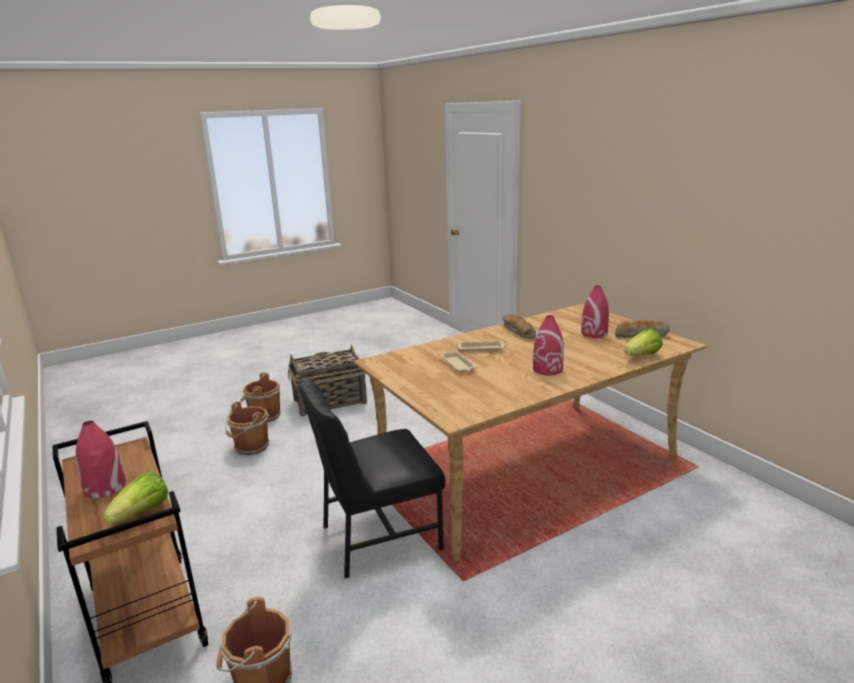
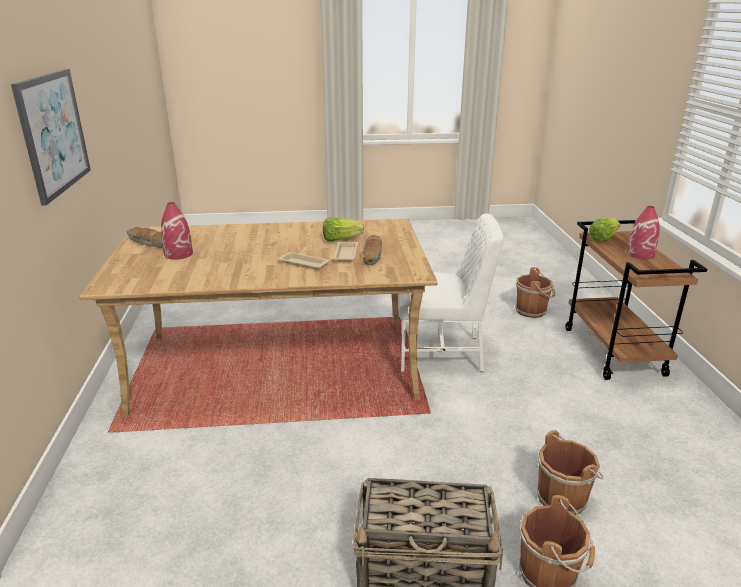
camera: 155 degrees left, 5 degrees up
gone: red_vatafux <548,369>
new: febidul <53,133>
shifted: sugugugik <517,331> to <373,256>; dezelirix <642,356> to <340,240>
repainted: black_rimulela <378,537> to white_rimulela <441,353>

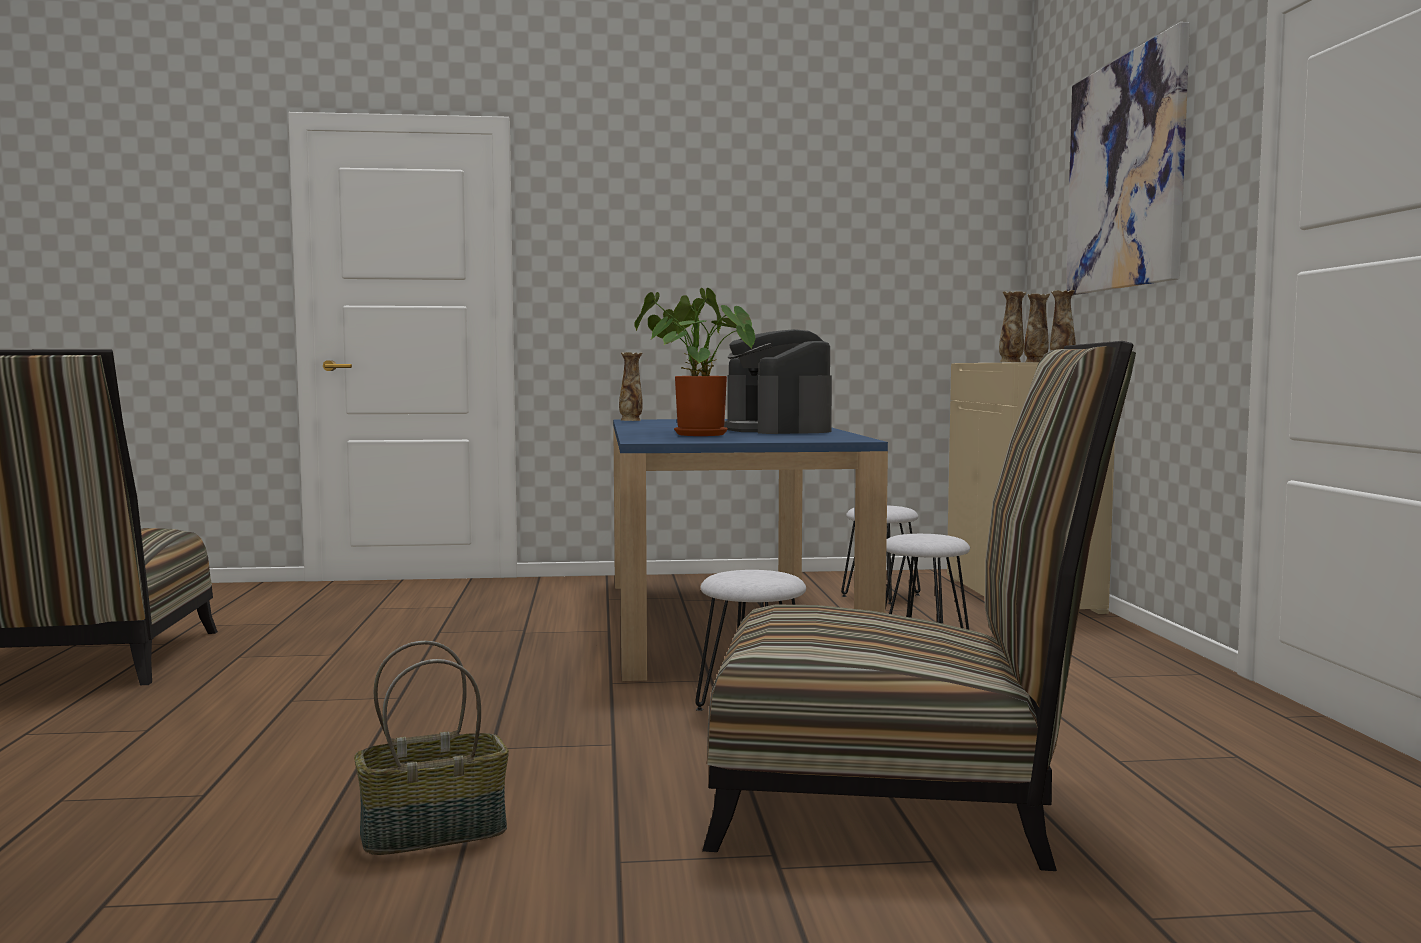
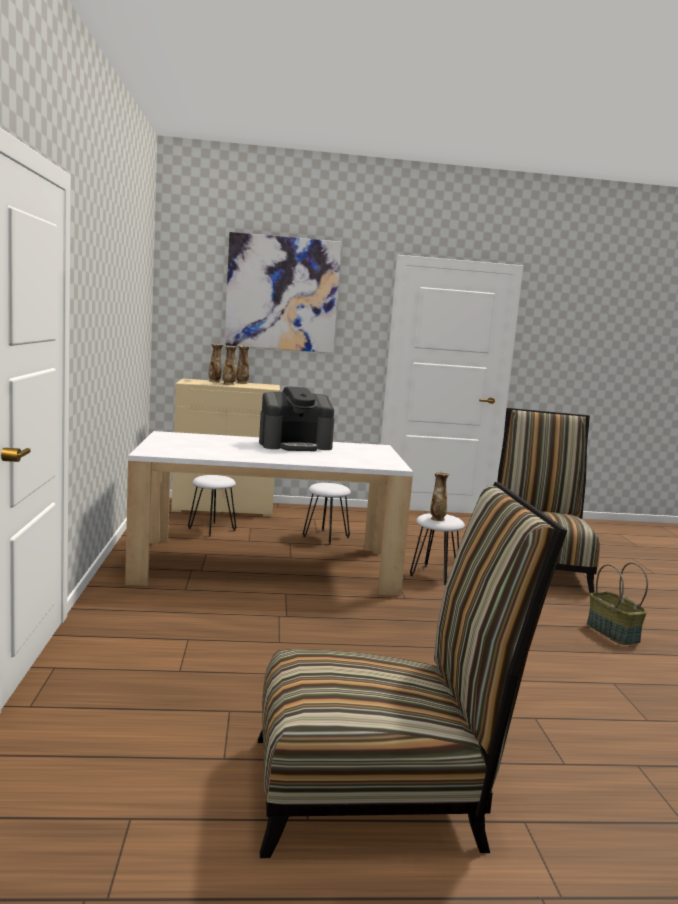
camera: 90 degrees left, 5 degrees up
gone: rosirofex <694,434>
shifted: vatafux <631,420> to <437,519>
repainted: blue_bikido <727,620> to white_bikido <266,565>

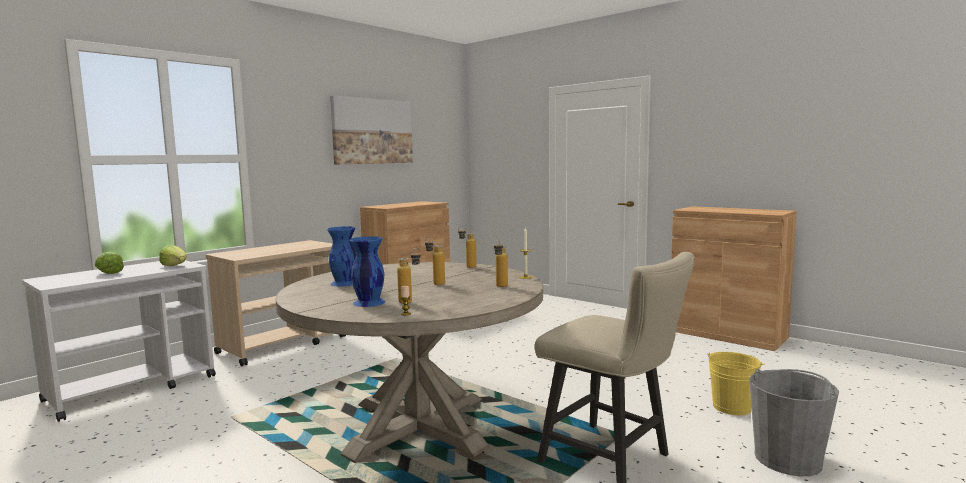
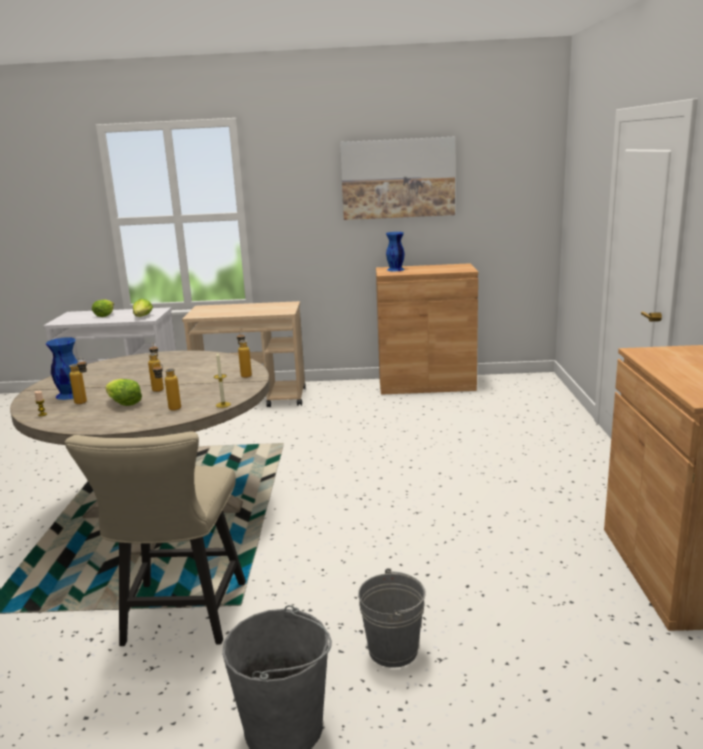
camera: 50 degrees right, 10 degrees up
new: dezelirix <123,403>
shifted: blue_vatafux <344,283> to <395,269>
repainted: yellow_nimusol <732,407> to grey_nimusol <393,650>

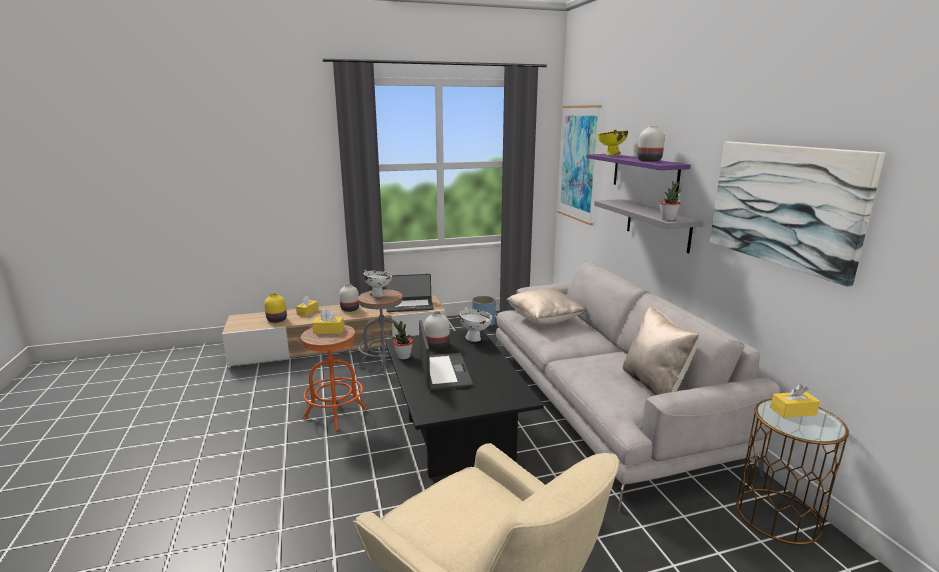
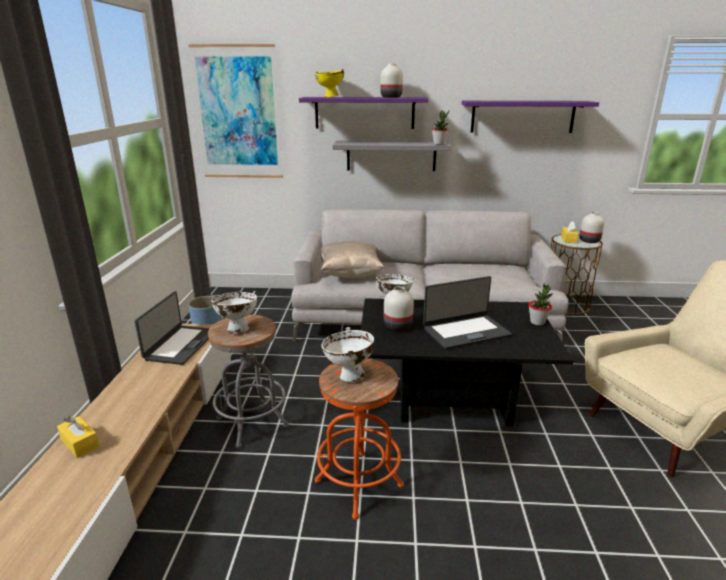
camera: 70 degrees left, 5 degrees up
gone: yellow_vatafux <277,320>; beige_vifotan <654,385>
shifted: white_vatafux <350,309> to <589,240>; rosirofex <403,356> to <537,322>
swapped: febidul <784,205> to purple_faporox <522,116>; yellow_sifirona <328,330> to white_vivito <348,376>
rotated: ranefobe <444,372> = <465,331> 150 degrees clockwise

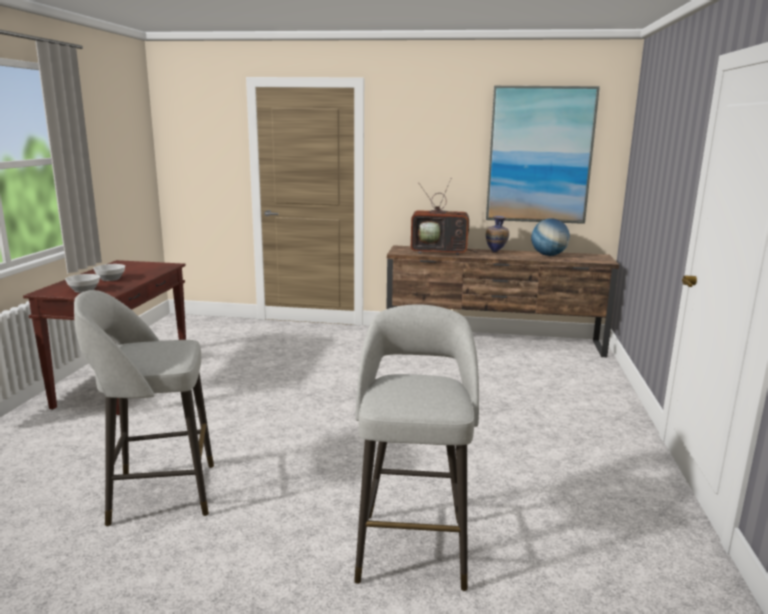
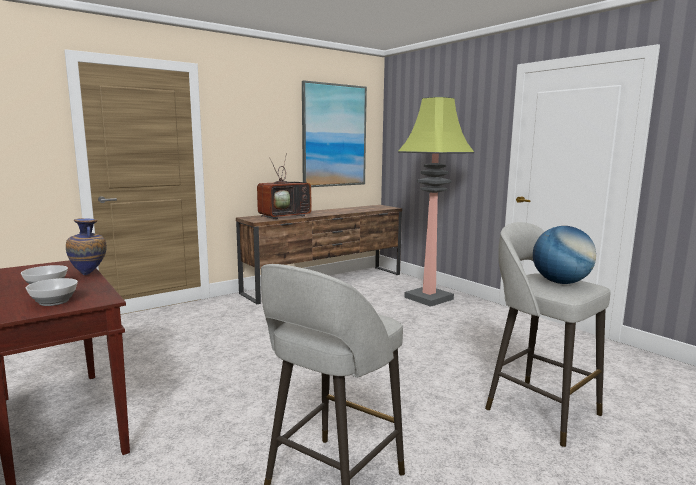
camera: 45 degrees left, 5 degrees down
new: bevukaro <429,298>
shifted: vatafux <496,252> to <89,274>; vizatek <548,255> to <560,282>

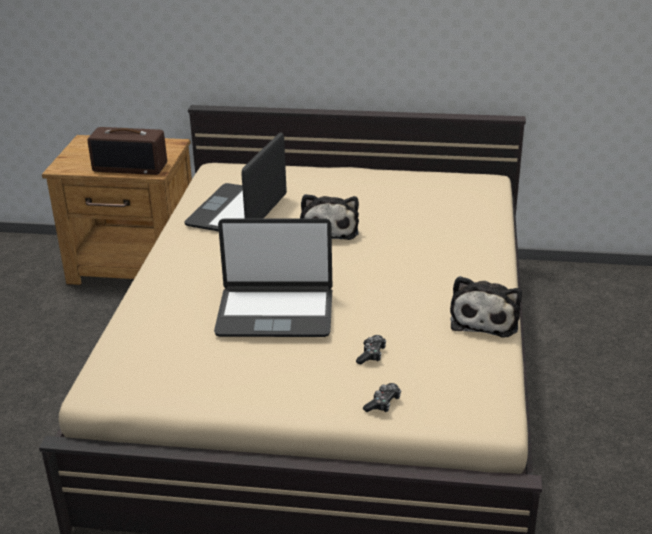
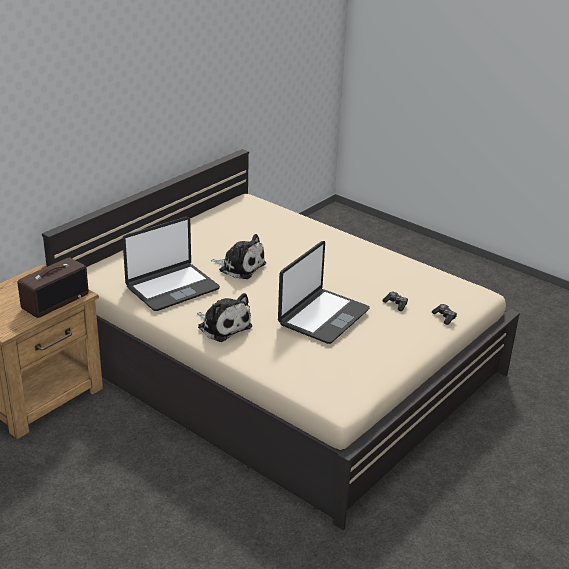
camera: 60 degrees left, 0 degrees up
shifted: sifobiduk <485,319> to <223,326>
rotated: ranefobe <238,211> = <172,288> 90 degrees counterclockwise

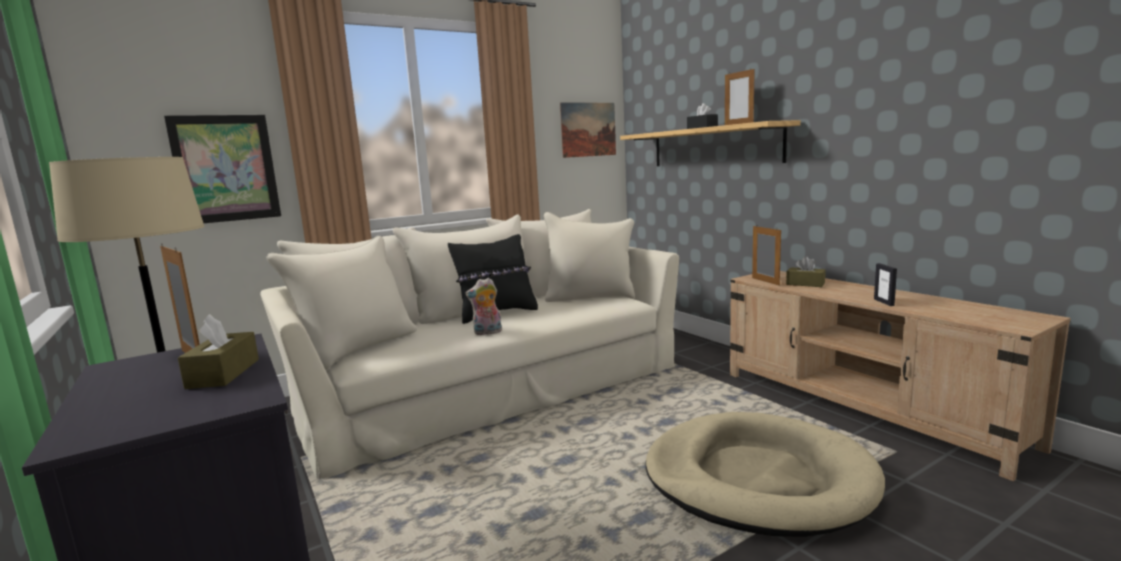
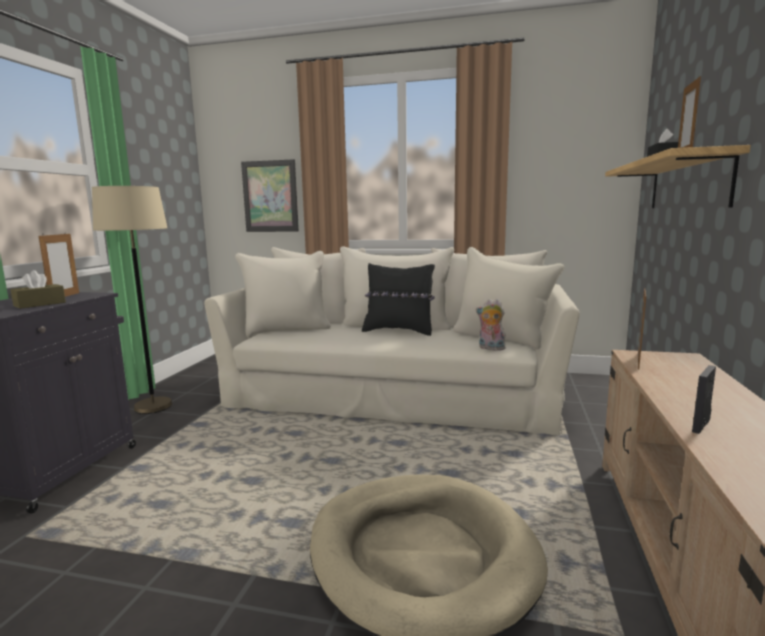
camera: 45 degrees right, 0 degrees up
gone: febidul <588,129>; brown_sifirona <805,284>
shifted: sifobiduk <487,332> to <490,348>

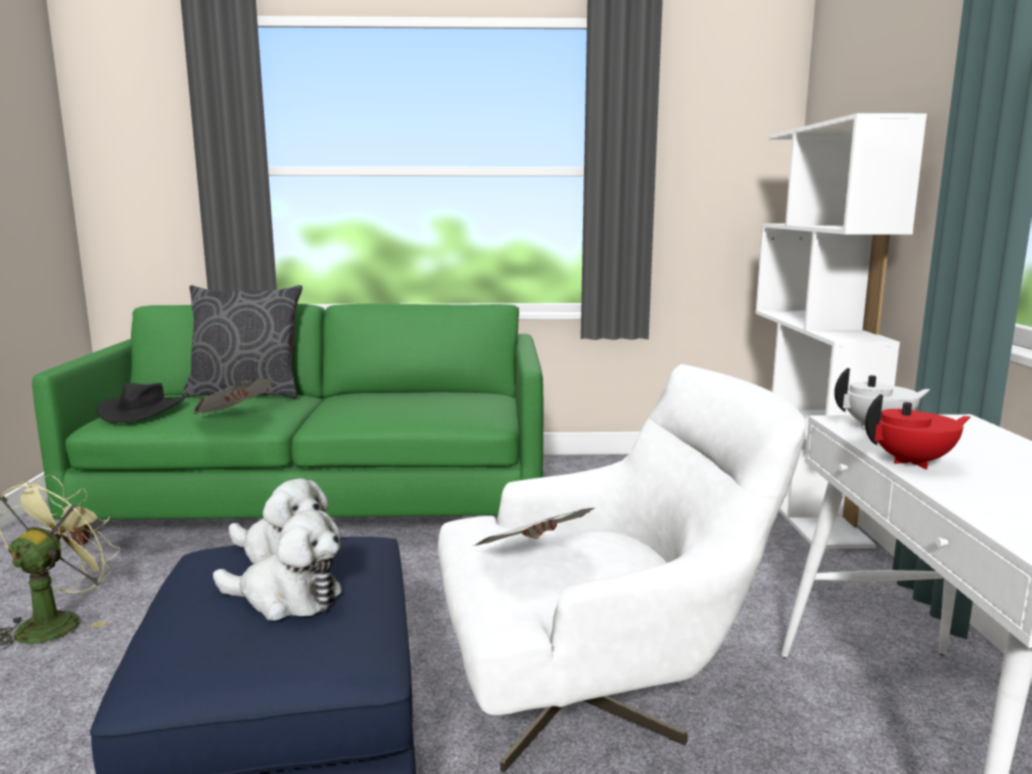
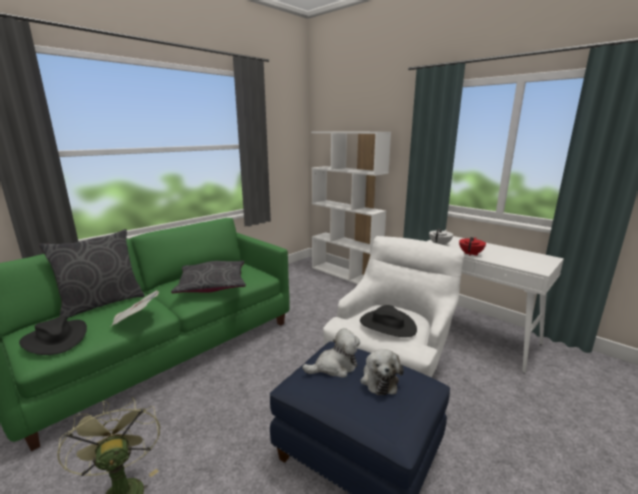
camera: 45 degrees left, 5 degrees up
new: grey_vifotan <212,284>
swapped: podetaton <532,558> to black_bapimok <387,325>
rotated: sifobiduk <286,598> = <379,379> 120 degrees clockwise

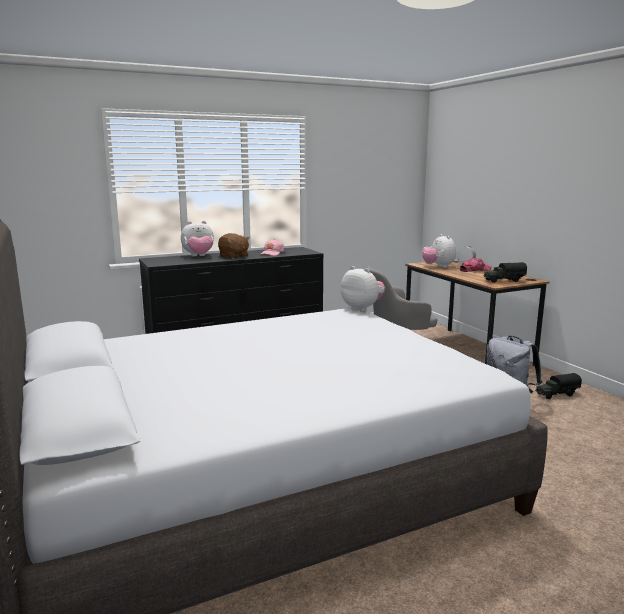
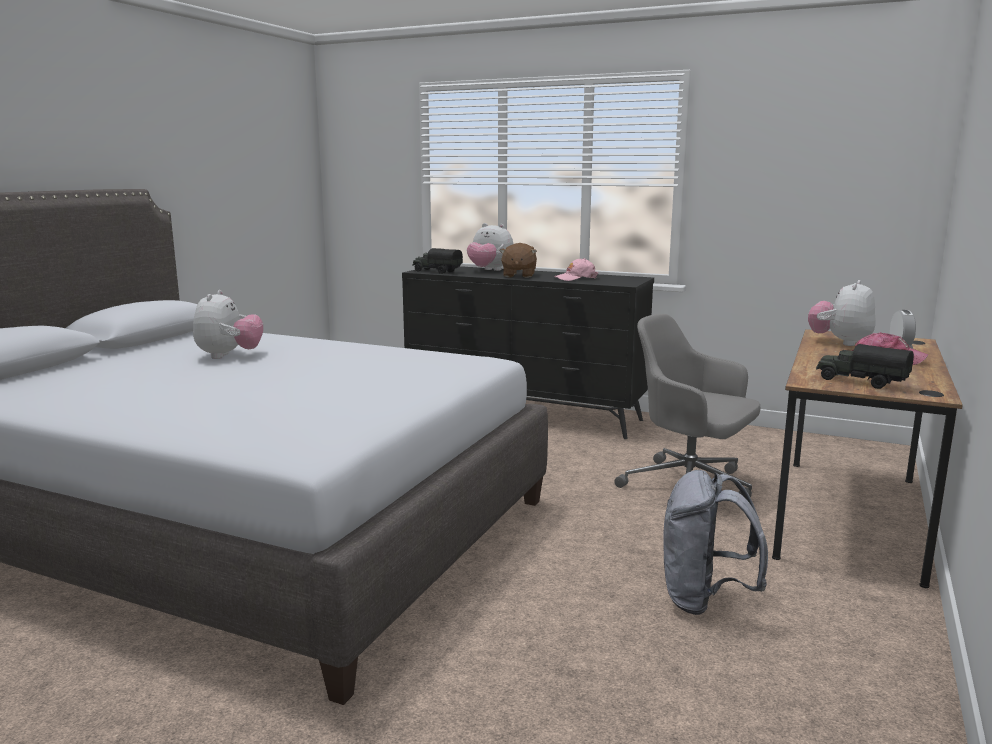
camera: 50 degrees right, 0 degrees up
shifted: sifobiduk <362,308> to <229,356>; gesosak <556,394> to <436,271>

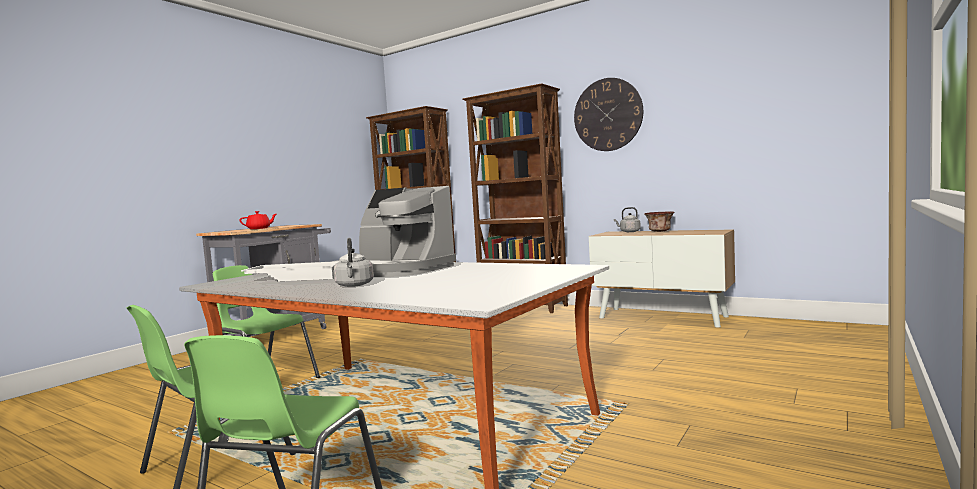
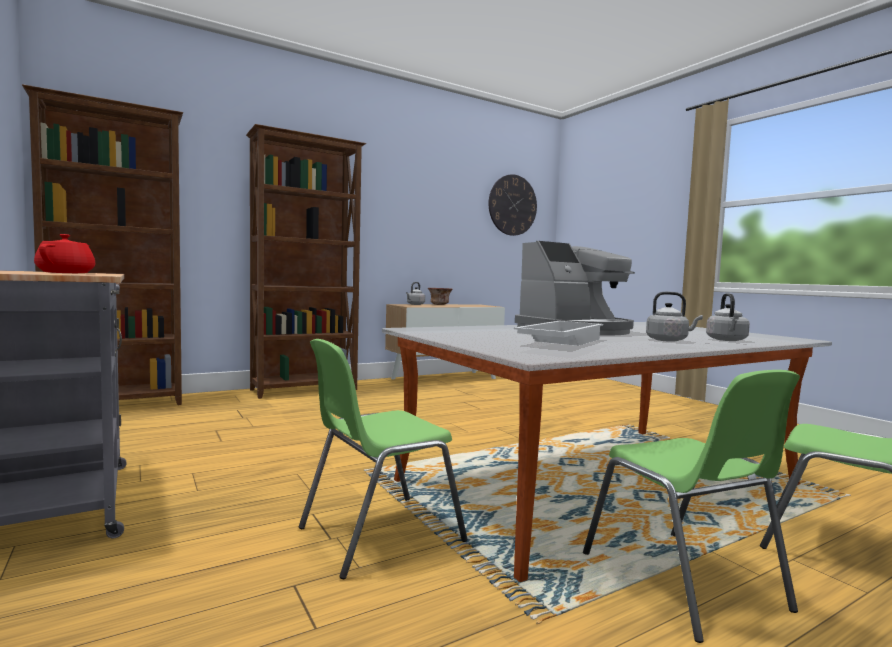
camera: 65 degrees left, 0 degrees up
new: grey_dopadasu <727,340>
shifted: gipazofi <608,115> to <512,205>

